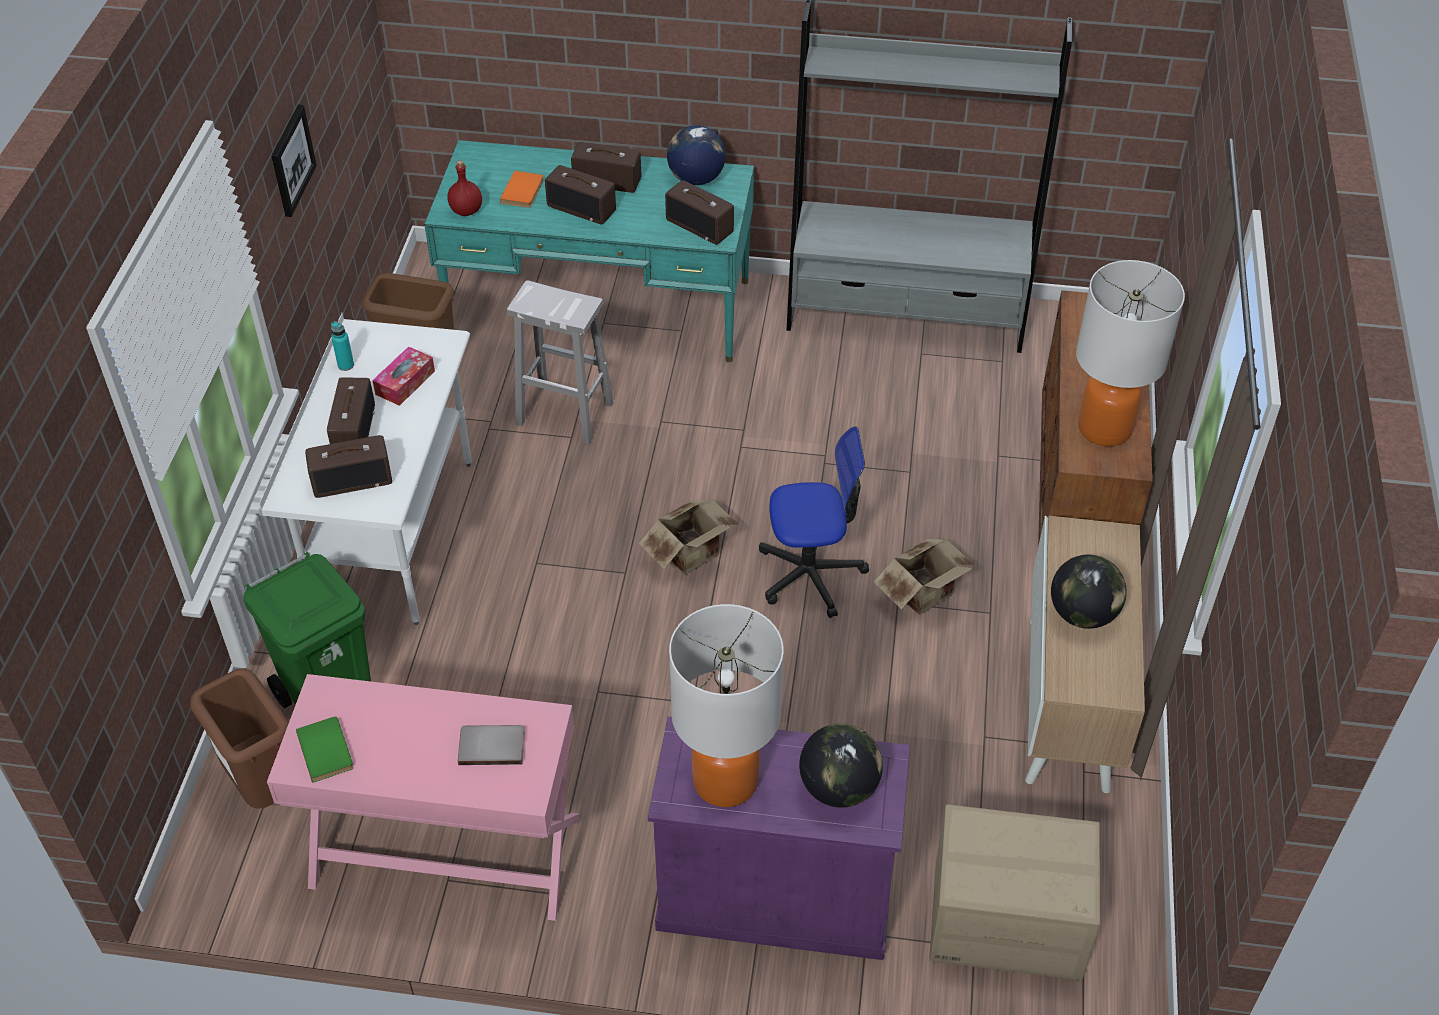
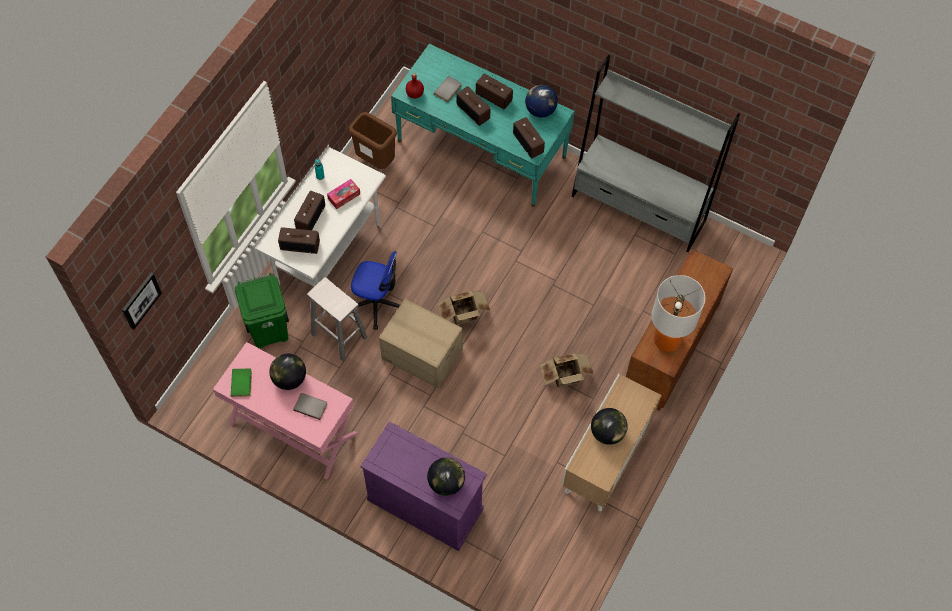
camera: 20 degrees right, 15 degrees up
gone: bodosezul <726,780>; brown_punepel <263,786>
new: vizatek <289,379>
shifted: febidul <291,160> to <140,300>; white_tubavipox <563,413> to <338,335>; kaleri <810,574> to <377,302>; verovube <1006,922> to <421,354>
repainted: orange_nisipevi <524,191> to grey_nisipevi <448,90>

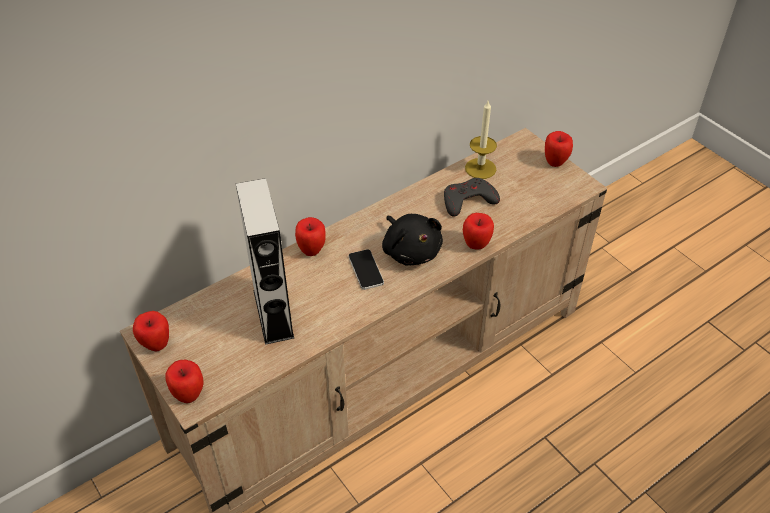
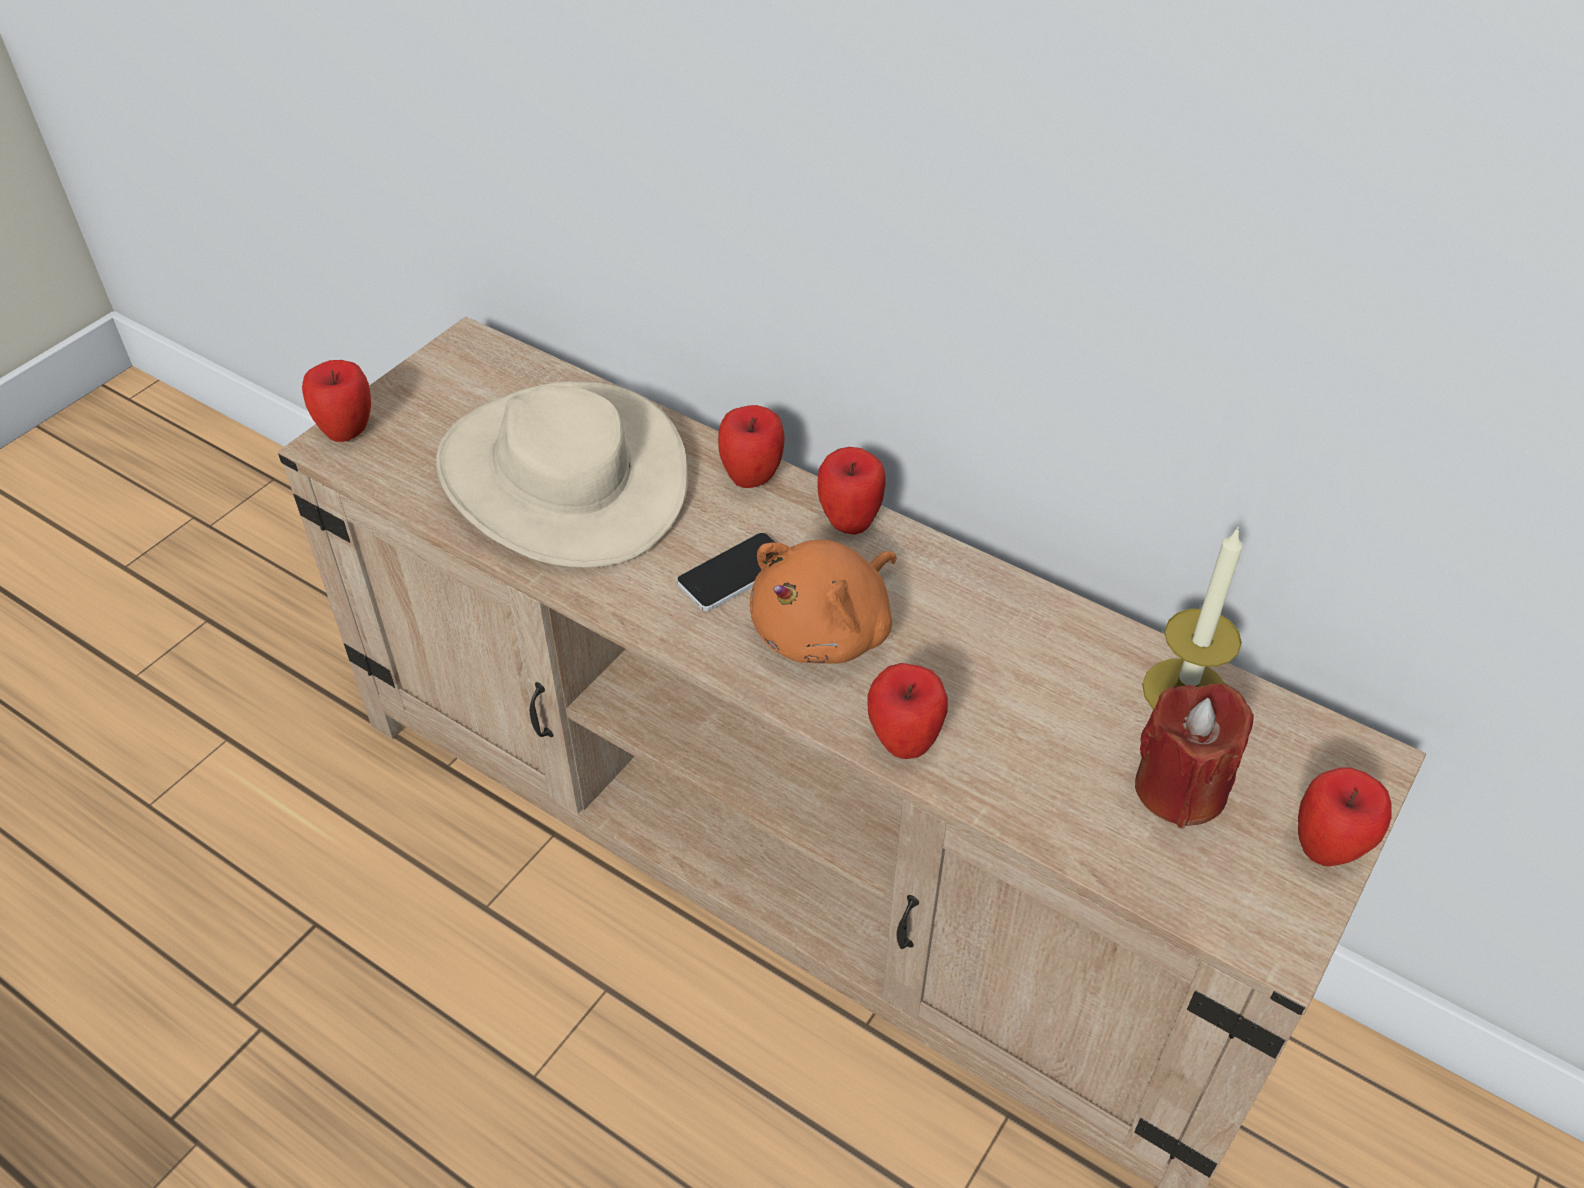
camera: 70 degrees right, 0 degrees up
gone: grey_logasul <468,200>
new: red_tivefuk <1180,788>
shifted: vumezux <156,345> to <849,523>
swapped: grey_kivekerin <273,313> to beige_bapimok <564,476>
repainted: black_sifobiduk <410,250> to orange_sifobiduk <827,630>

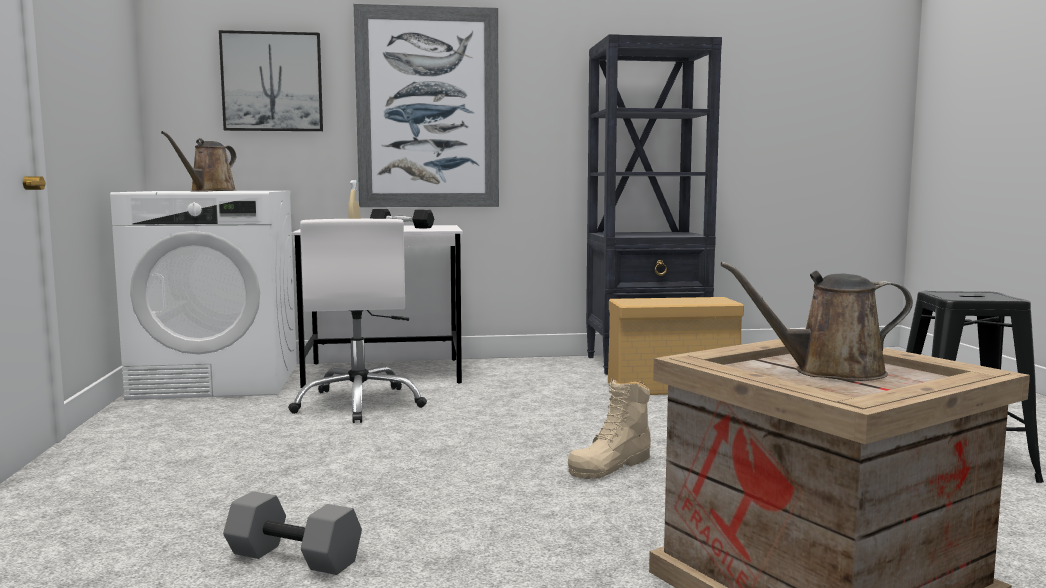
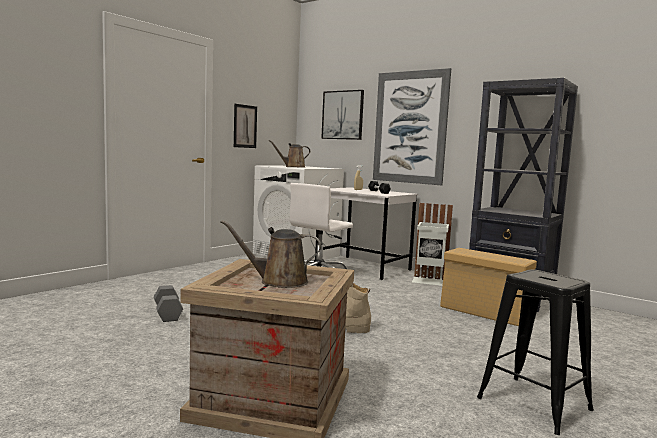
camera: 45 degrees right, 0 degrees up
new: febidul <245,126>; white_punepel <429,281>
rotated: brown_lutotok <829,372> = <279,282> 45 degrees counterclockwise

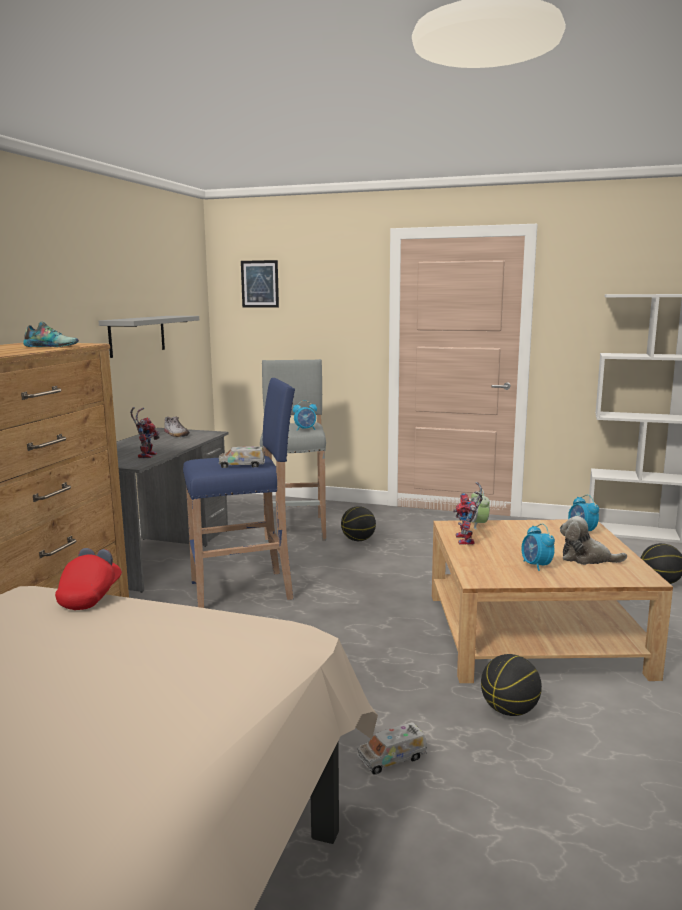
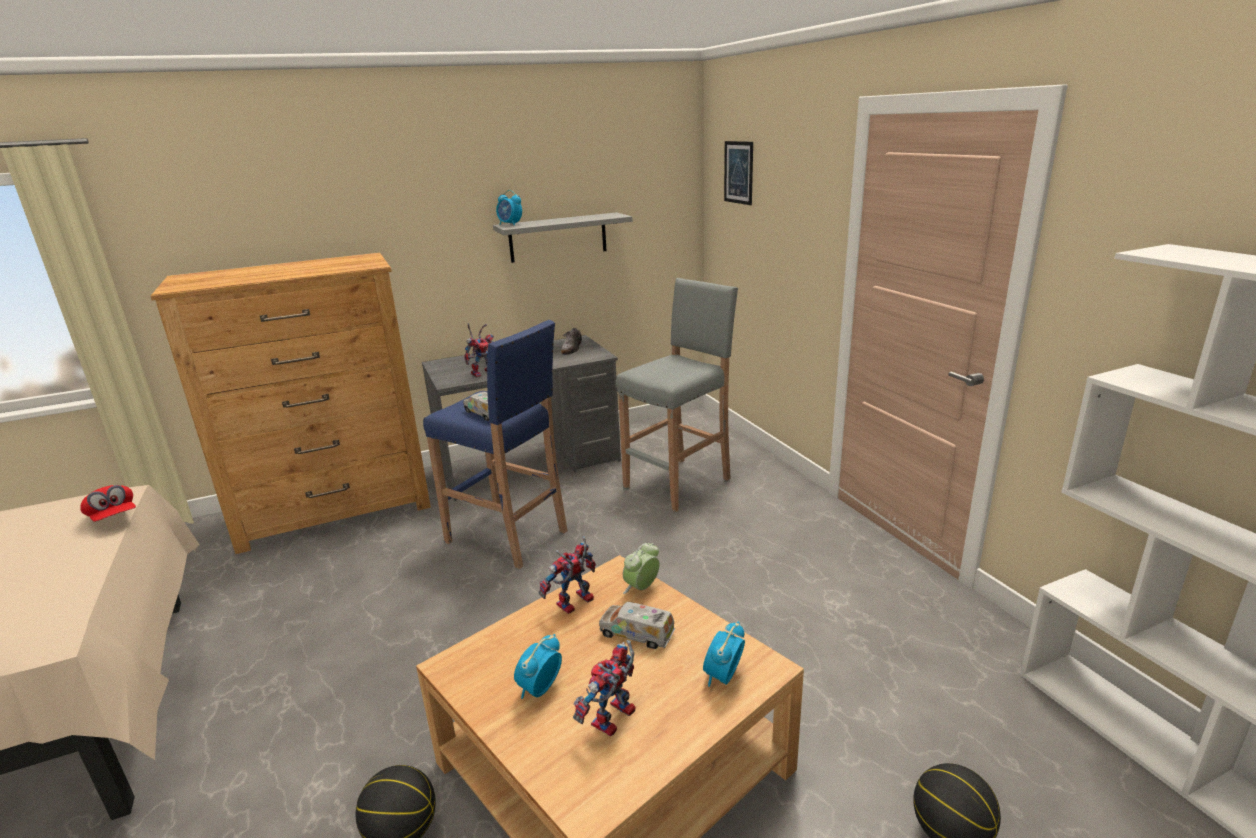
camera: 50 degrees right, 10 degrees up
gone: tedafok <52,346>; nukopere <358,540>
shifted: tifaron <305,429> to <510,224>; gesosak <392,758> to <637,634>
swapped: sifobiduk <586,558> to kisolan <613,722>
rotated: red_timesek <90,596> = <113,517> 75 degrees clockwise

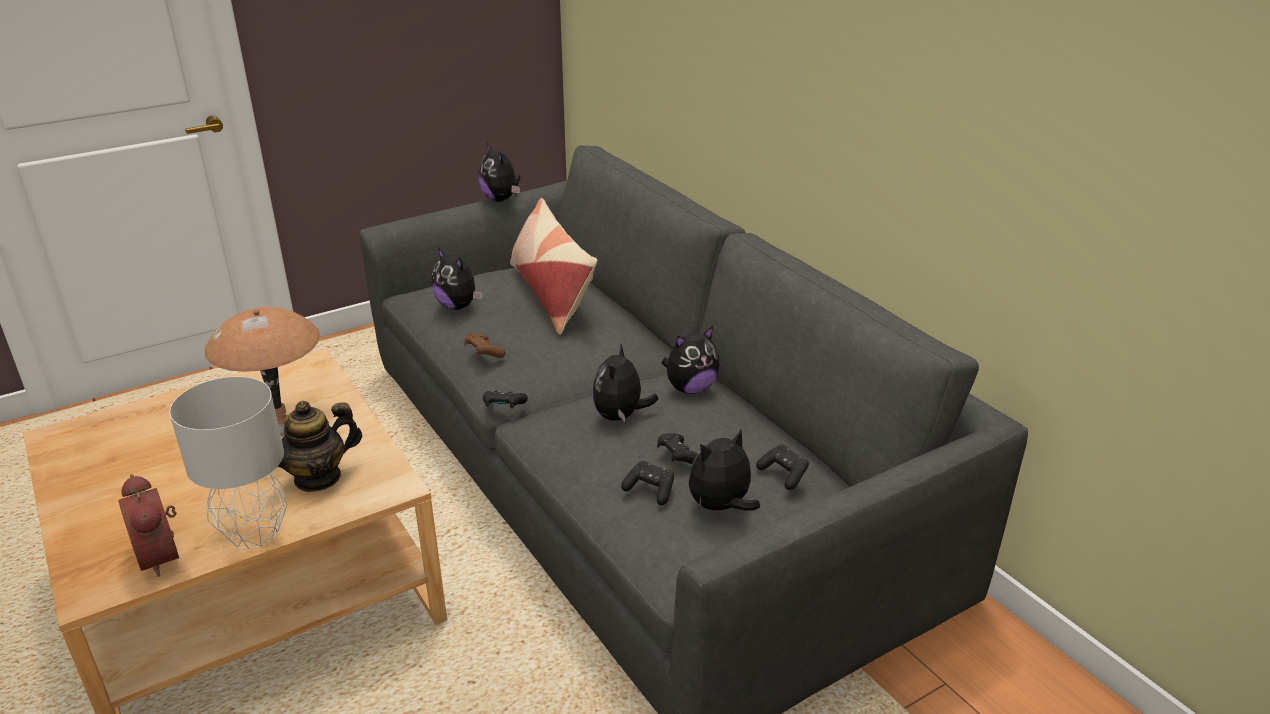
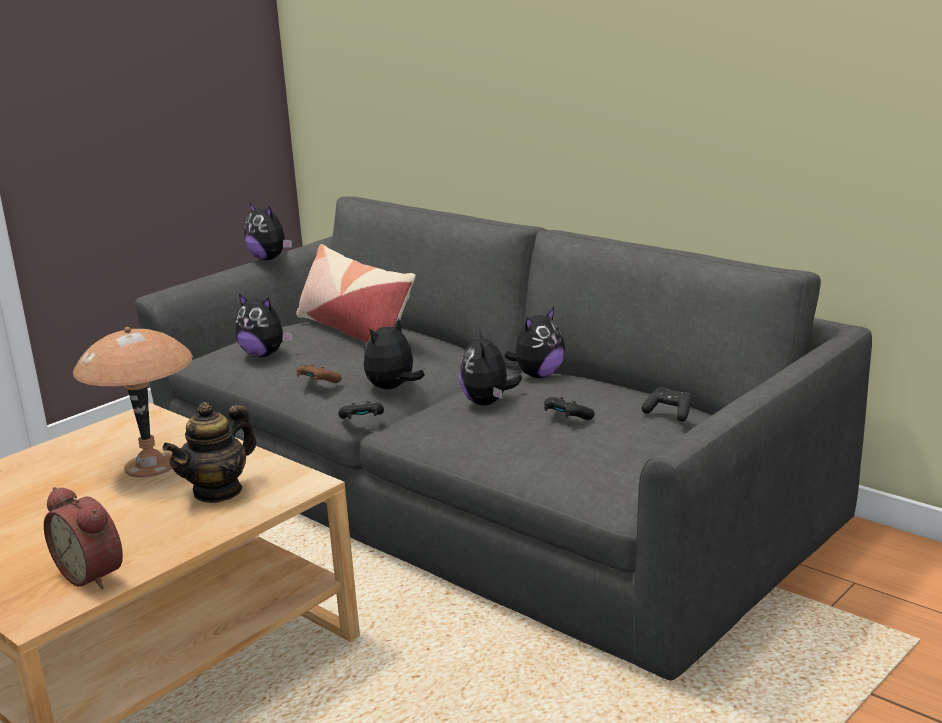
camera: 15 degrees left, 10 degrees down
gone: grey_bodosezul <256,534>; black_logasul <650,490>
shifted: sifobiduk <721,507> to <392,388>

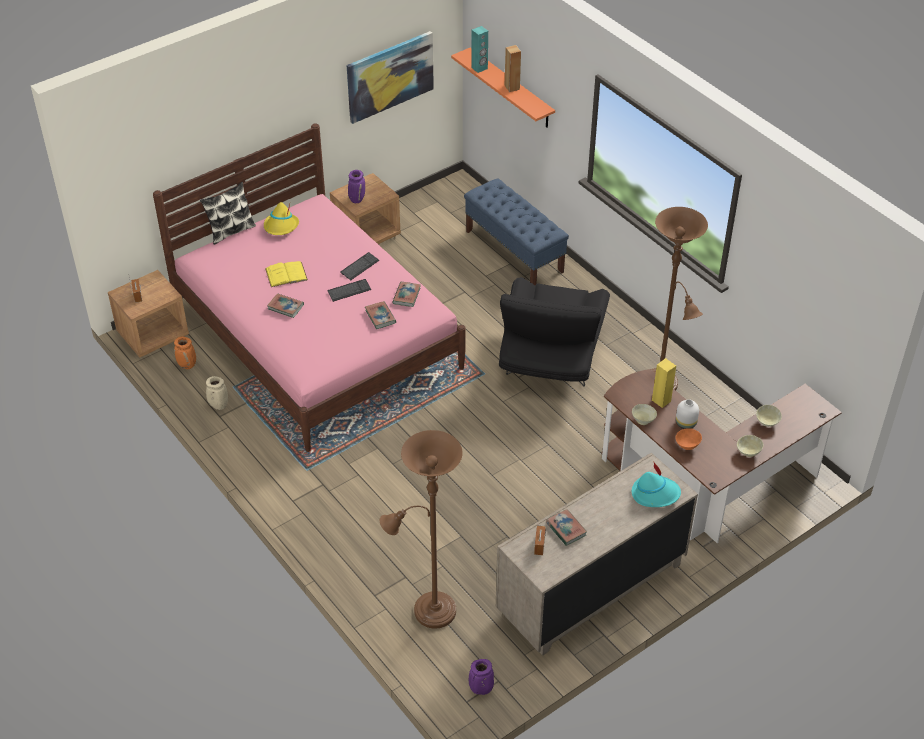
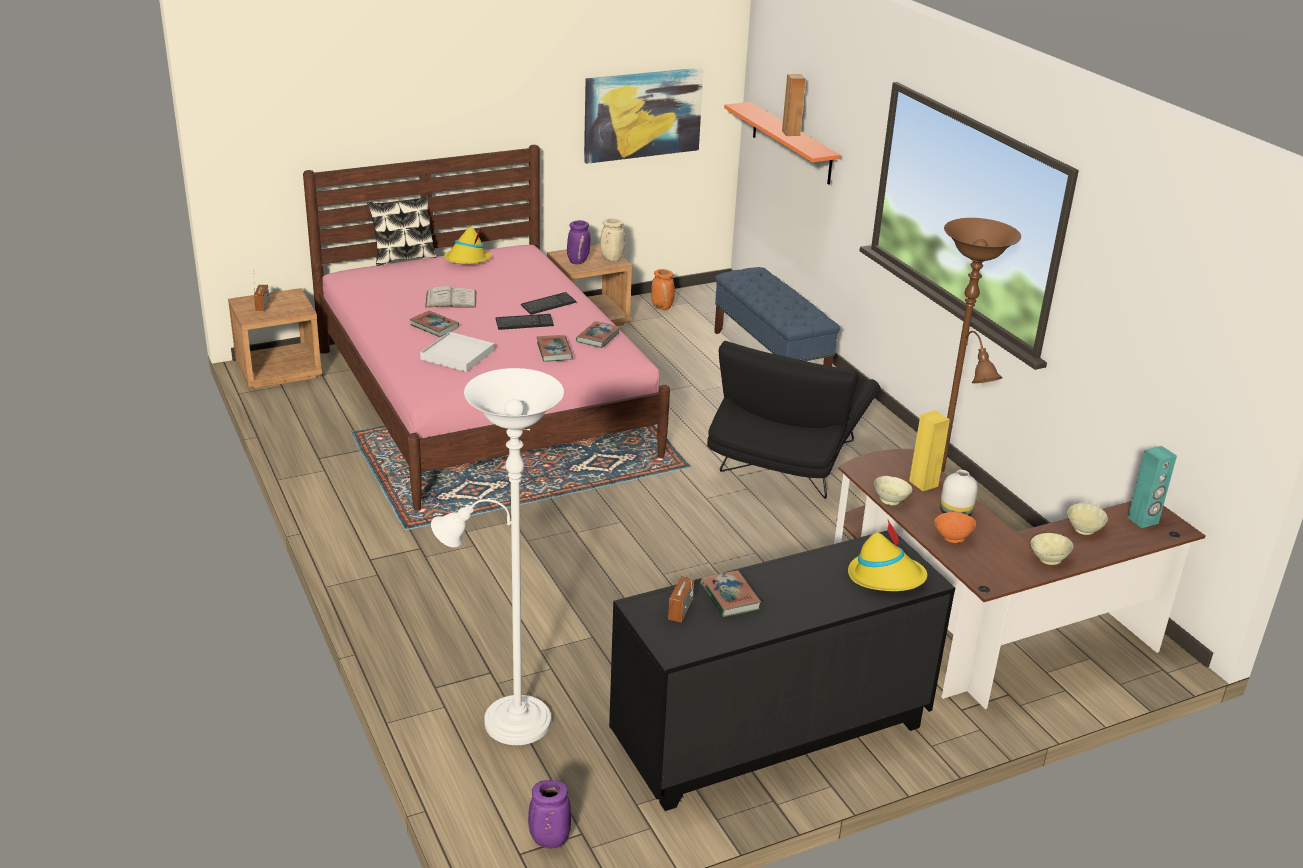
camera: 10 degrees right, 15 degrees down
new: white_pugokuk <457,355>
shifted: turquoise_kivekerin <479,68> to <1143,520>; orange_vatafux <187,365> to <662,308>; beige_vatafux <218,405> to <611,259>
repainted: yellow_nisipevi <286,274> to white_nisipevi <451,299>; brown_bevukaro <429,611> to white_bevukaro <508,721>; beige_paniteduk <592,588> to black_paniteduk <771,734>; turquoise_bapimok <655,494> to yellow_bapimok <886,577>

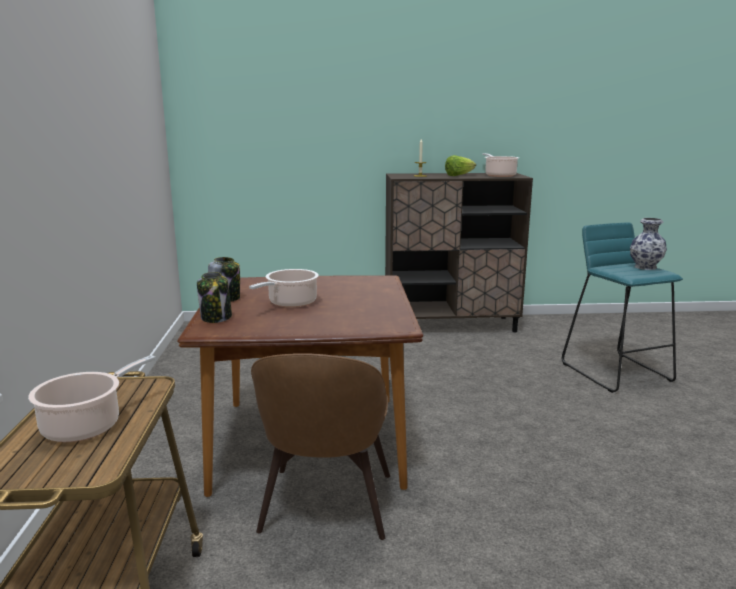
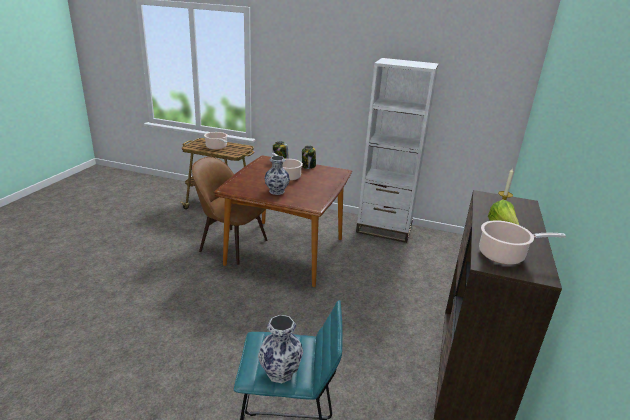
camera: 110 degrees right, 10 degrees up
new: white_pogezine <384,229>; vatafux <276,191>

